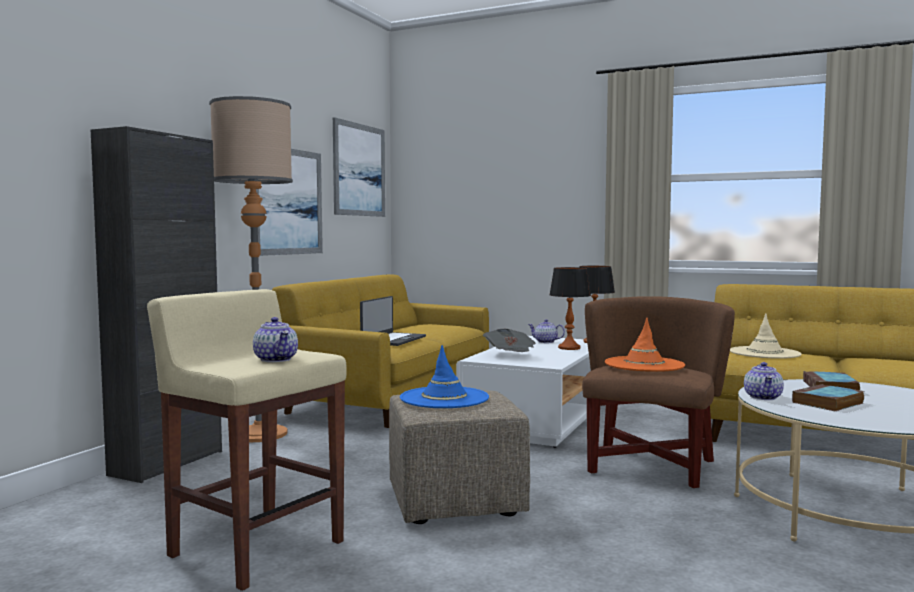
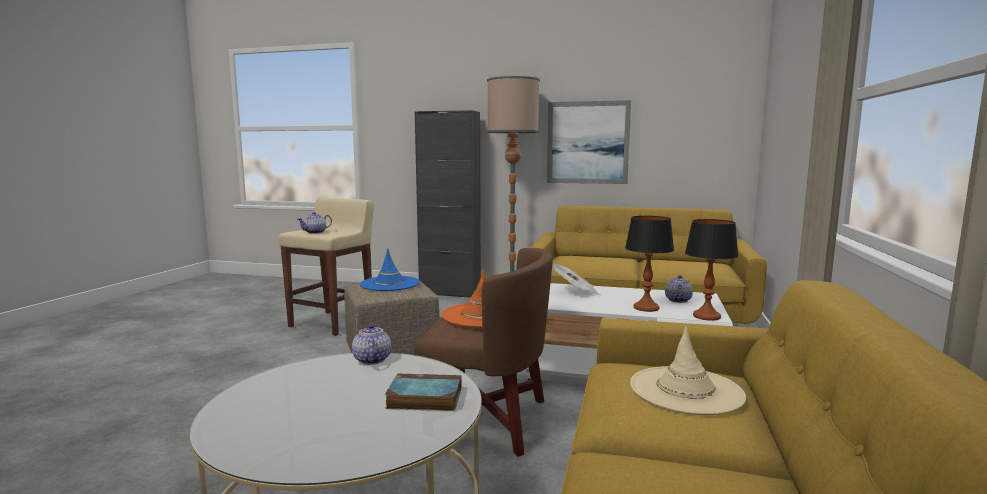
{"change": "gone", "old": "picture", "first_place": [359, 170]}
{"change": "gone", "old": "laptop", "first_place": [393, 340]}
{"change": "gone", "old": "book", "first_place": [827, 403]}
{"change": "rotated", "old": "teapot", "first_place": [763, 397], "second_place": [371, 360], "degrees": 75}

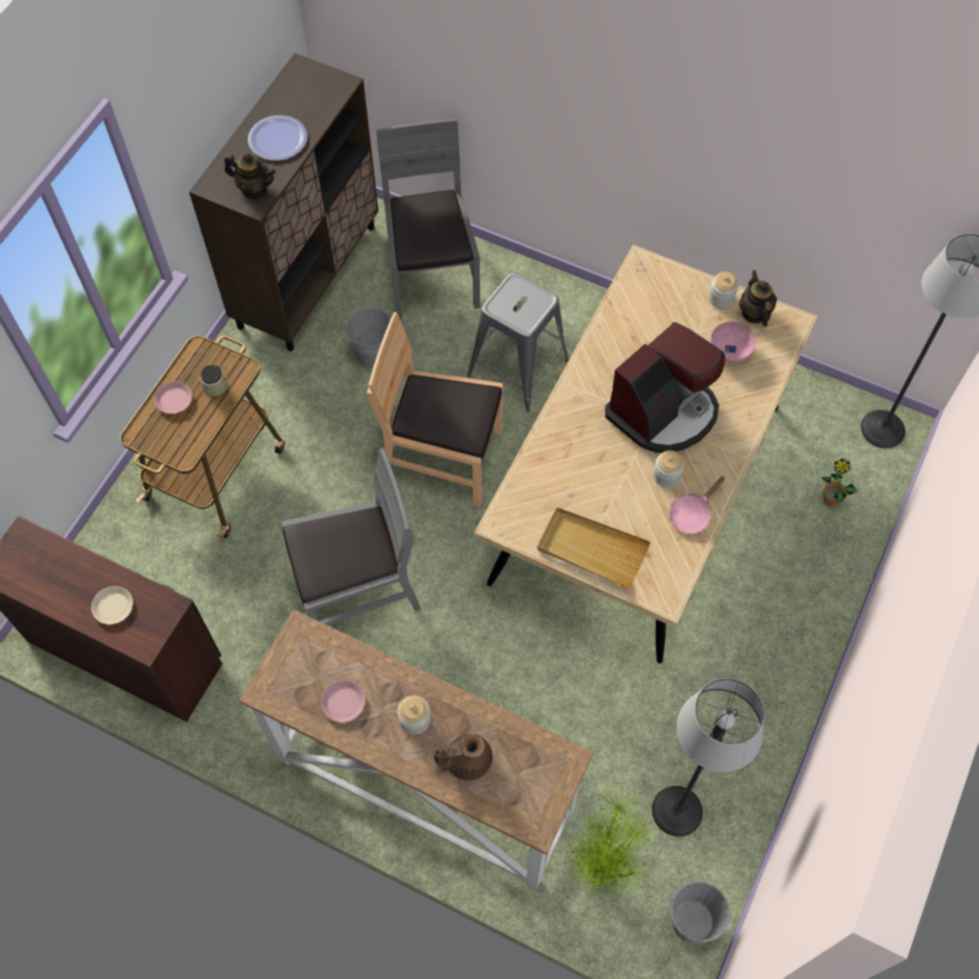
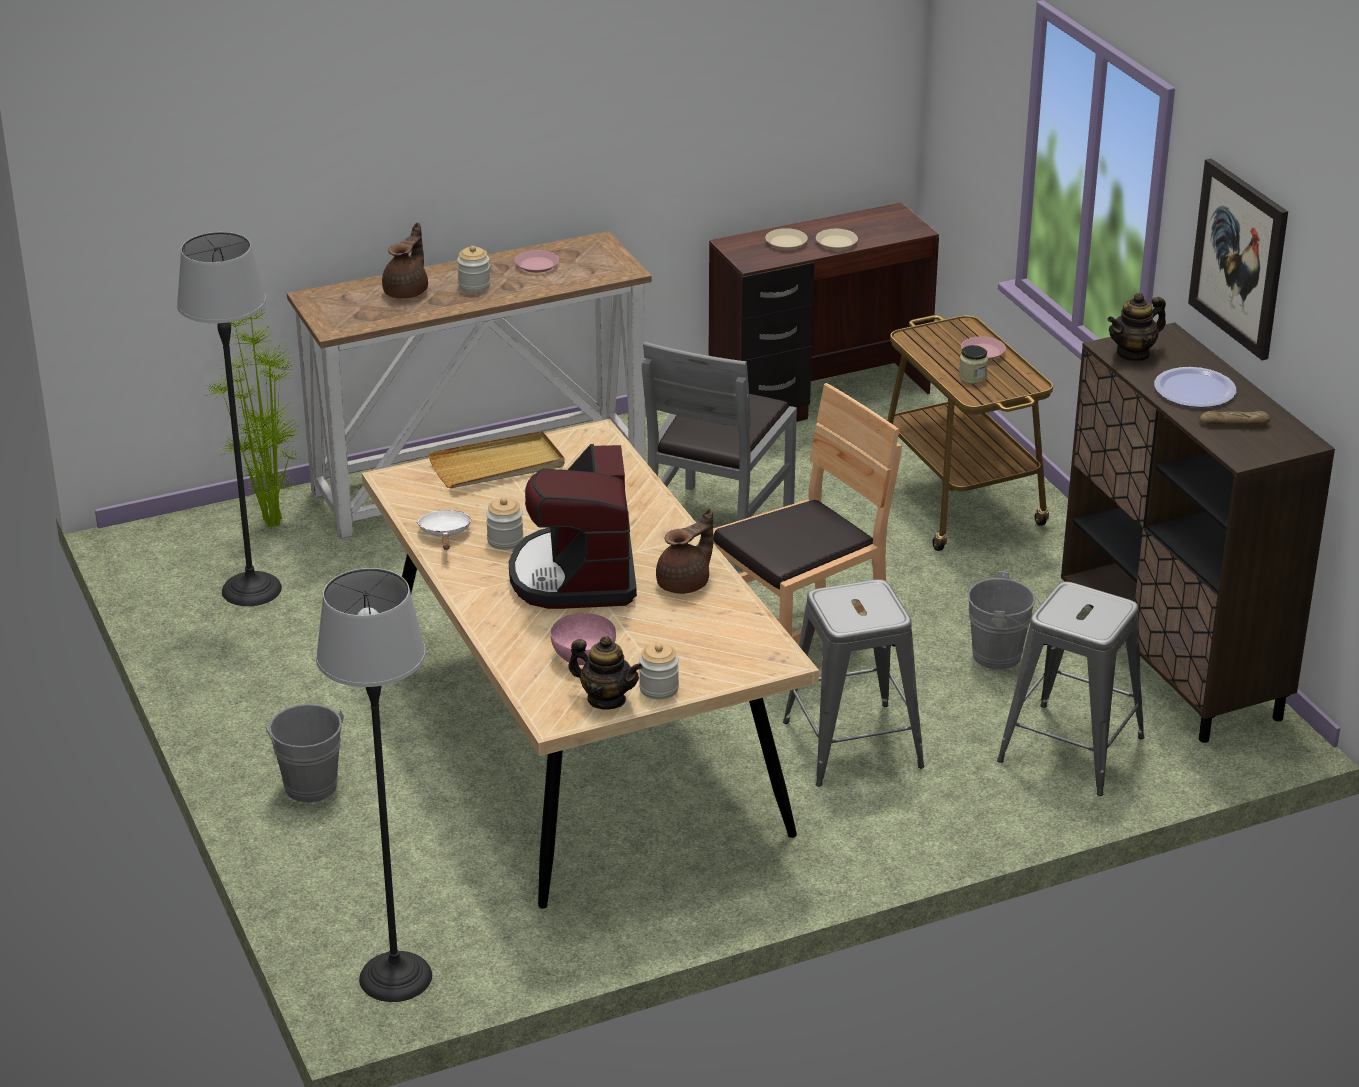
{"change": "gone", "old": "potted_plant", "first_place": [830, 500]}
{"change": "new", "new": "brown_teapot", "second_place": [685, 583]}
{"change": "new", "new": "beige_plate", "second_place": [836, 243]}
{"change": "new", "new": "picture", "second_place": [1239, 258]}
{"change": "new", "new": "bread", "second_place": [1234, 424]}
{"change": "shifted", "old": "grey_bucket", "first_place": [689, 926], "second_place": [309, 783]}
{"change": "swapped", "old": "grey_chair", "new": "grey_stool", "first_place": [431, 275], "second_place": [1070, 749]}
{"change": "repainted", "old": "pink_frying_pan", "new": "white_frying_pan", "first_place": [692, 513], "second_place": [445, 533]}

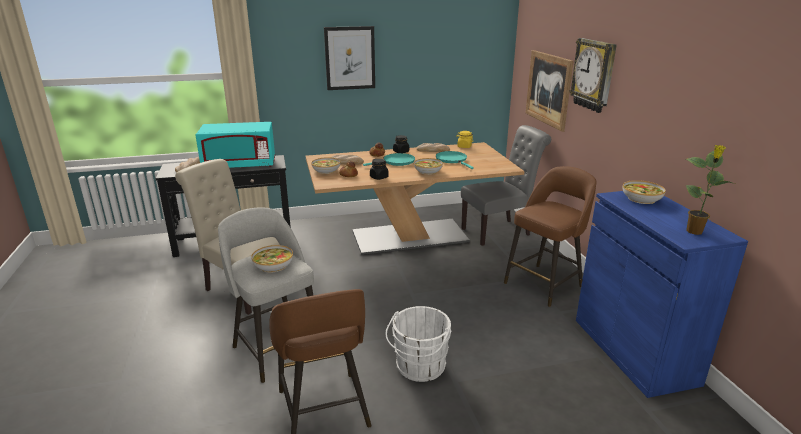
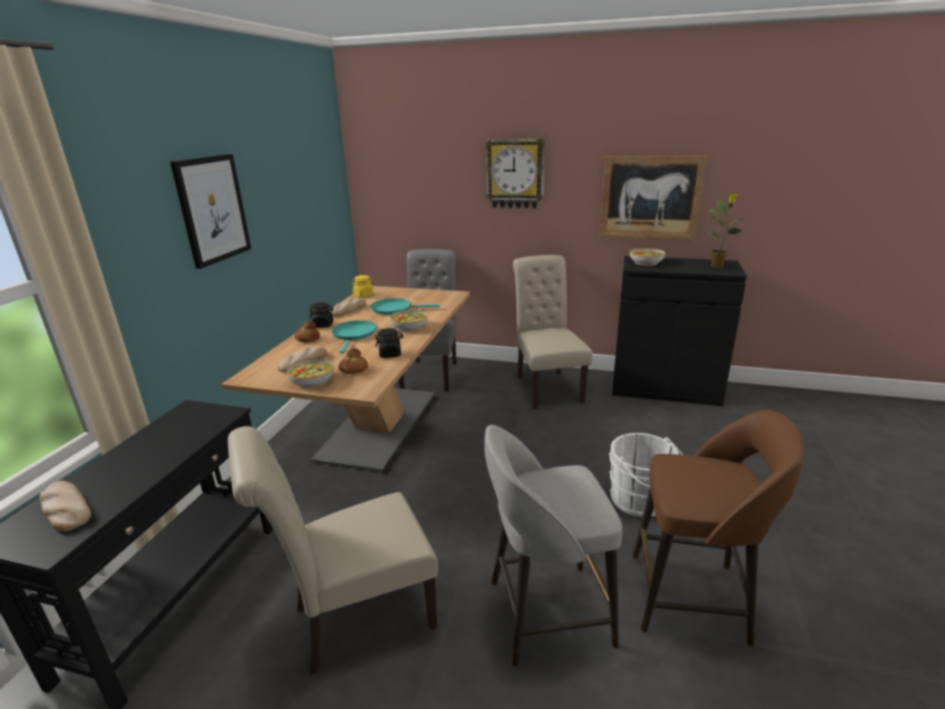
{"change": "gone", "old": "turquoise_microwave", "first_place": [240, 165]}
{"change": "gone", "old": "bowl", "first_place": [273, 265]}
{"change": "shifted", "old": "picture", "first_place": [548, 89], "second_place": [650, 198]}
{"change": "swapped", "old": "brown_stool", "new": "beige_chair", "first_place": [544, 284], "second_place": [546, 387]}
{"change": "repainted", "old": "blue_cabinet", "new": "black_cabinet", "first_place": [634, 350], "second_place": [665, 388]}

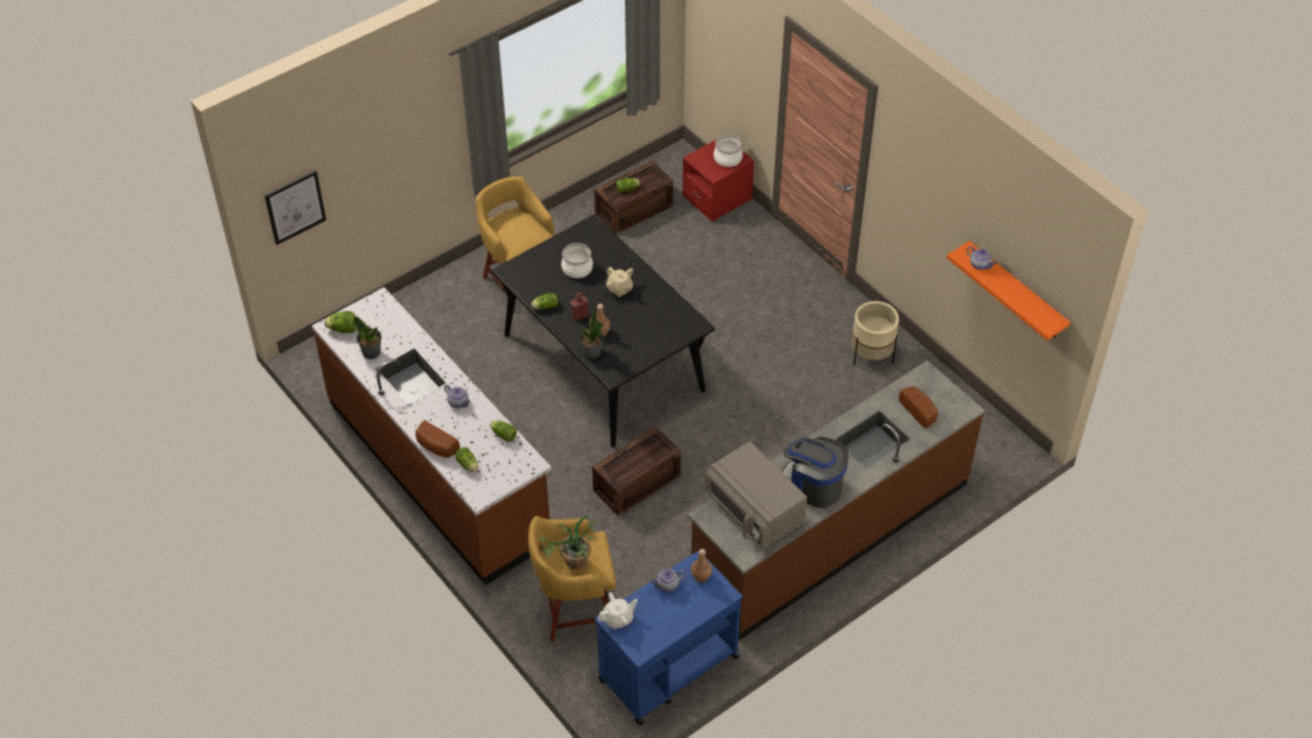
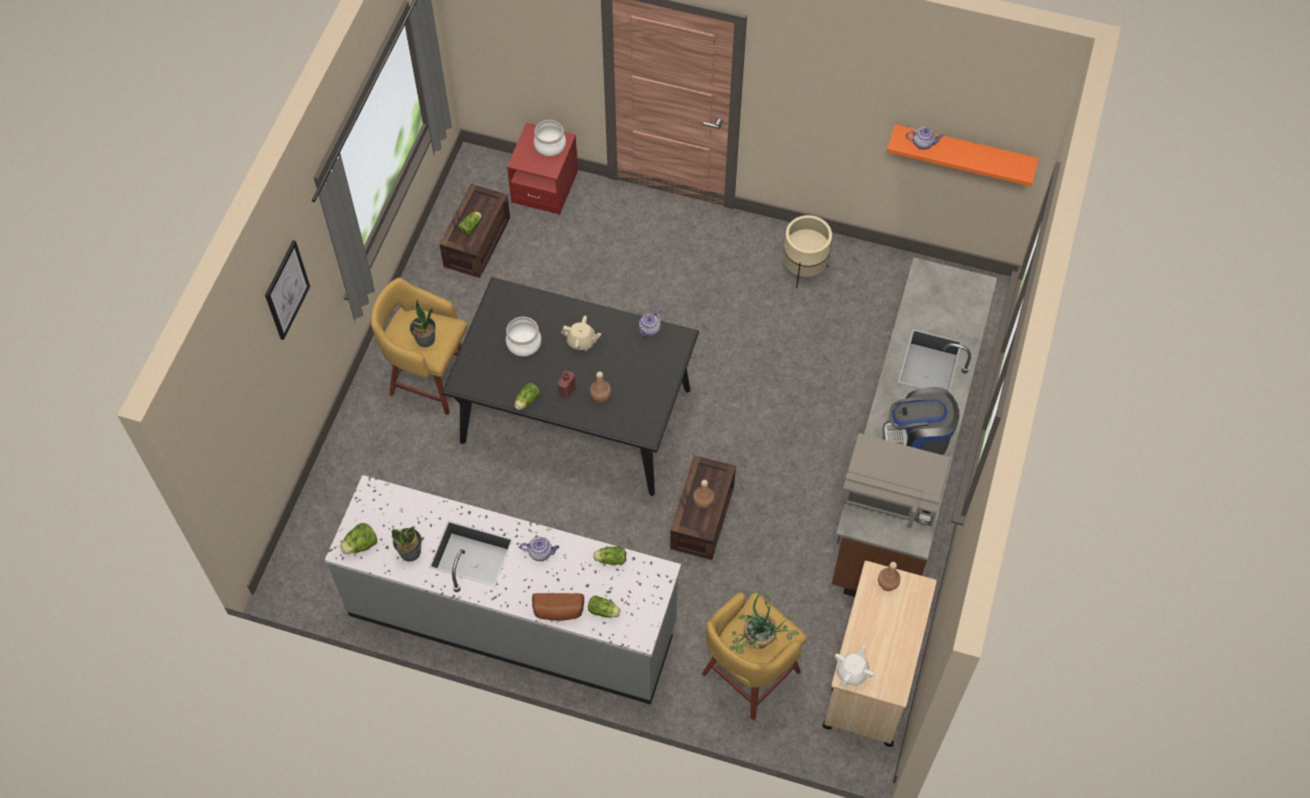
{"change": "gone", "old": "bread", "first_place": [919, 411]}
{"change": "new", "new": "brown_bottle", "second_place": [703, 502]}
{"change": "shifted", "old": "picture", "first_place": [295, 207], "second_place": [286, 290]}
{"change": "shifted", "old": "potted_plant", "first_place": [591, 352], "second_place": [425, 339]}
{"change": "shifted", "old": "teapot", "first_place": [667, 585], "second_place": [649, 330]}
{"change": "repainted", "old": "brown_counter", "new": "grey_counter", "first_place": [439, 470], "second_place": [513, 618]}
{"change": "repainted", "old": "blue_cart", "new": "beige_cart", "first_place": [667, 668], "second_place": [871, 677]}

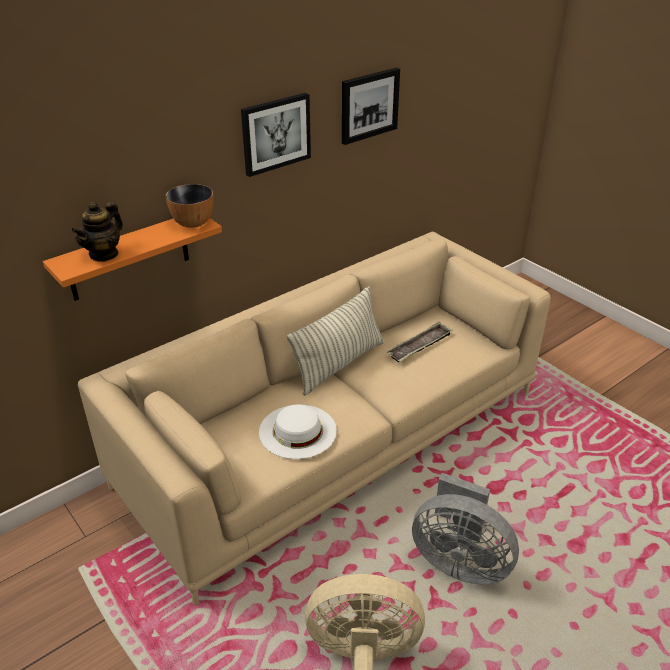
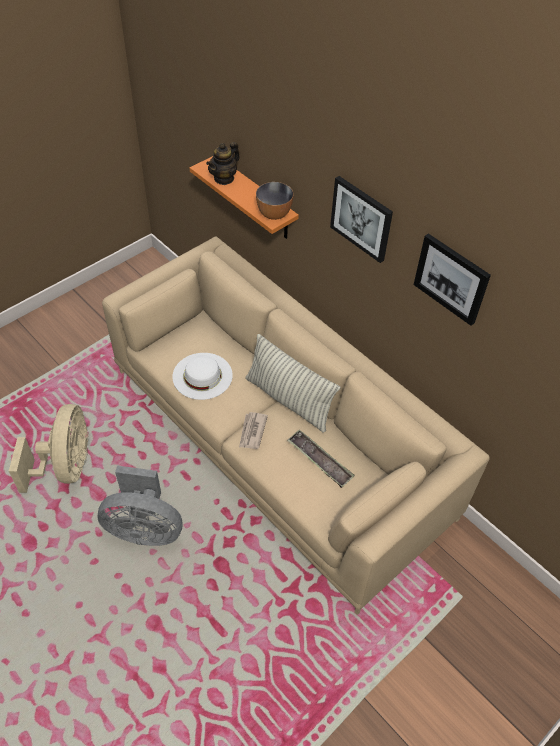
{"change": "new", "new": "newspaper", "second_place": [252, 432]}
{"change": "rotated", "old": "teapot", "first_place": [104, 254], "second_place": [224, 178], "degrees": -75}
{"change": "rotated", "old": "grey_fan", "first_place": [459, 561], "second_place": [144, 529], "degrees": -105}

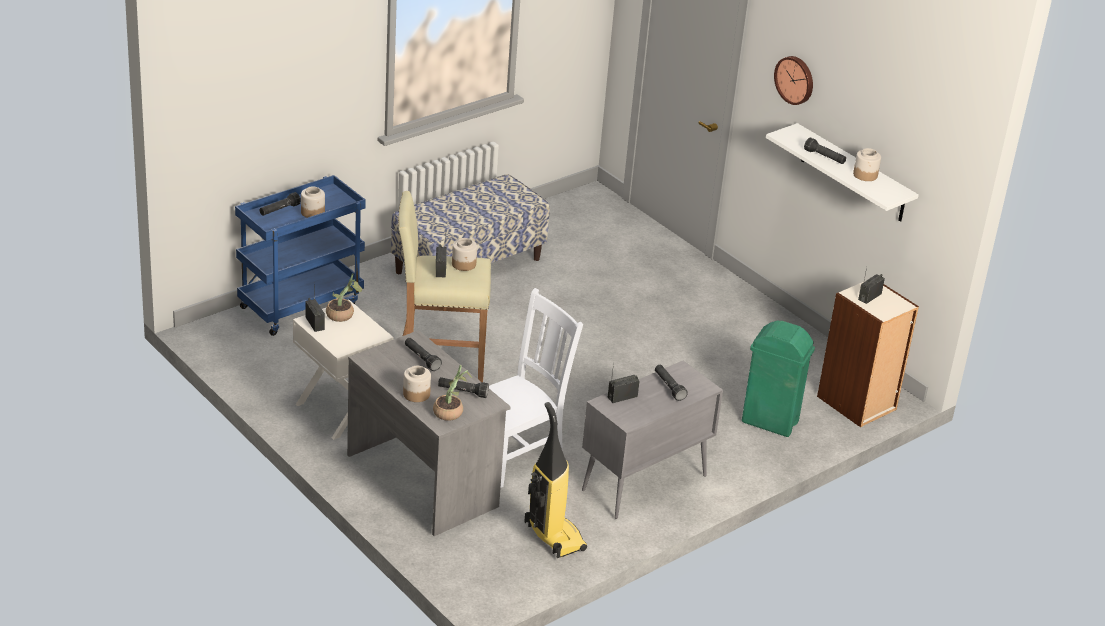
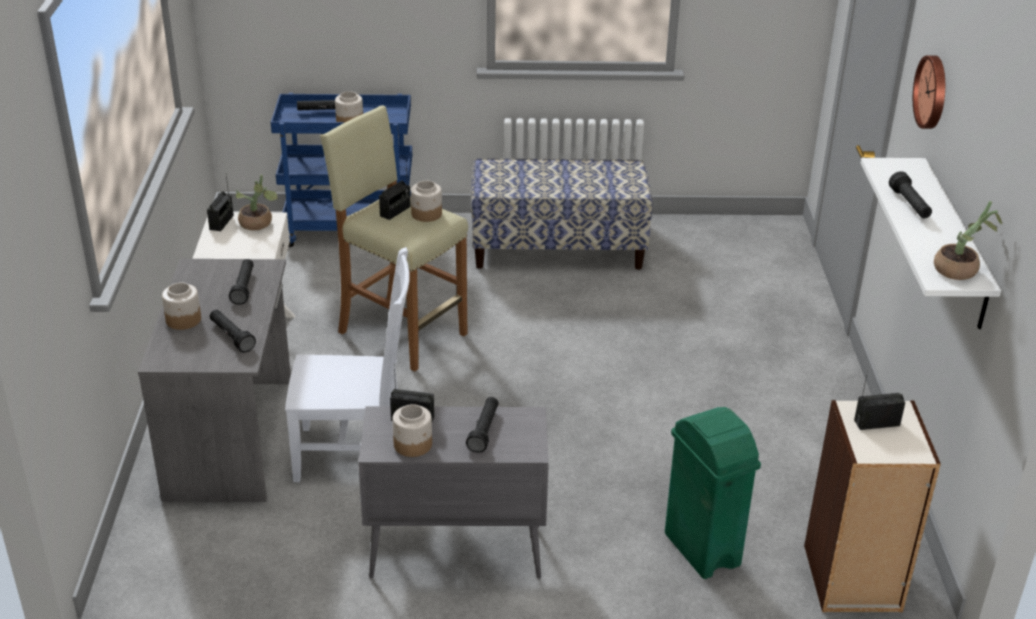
{"change": "gone", "old": "vacuum_cleaner", "first_place": [553, 536]}
{"change": "shifted", "old": "potted_plant", "first_place": [451, 412], "second_place": [961, 270]}
{"change": "shifted", "old": "jar", "first_place": [865, 175], "second_place": [413, 444]}

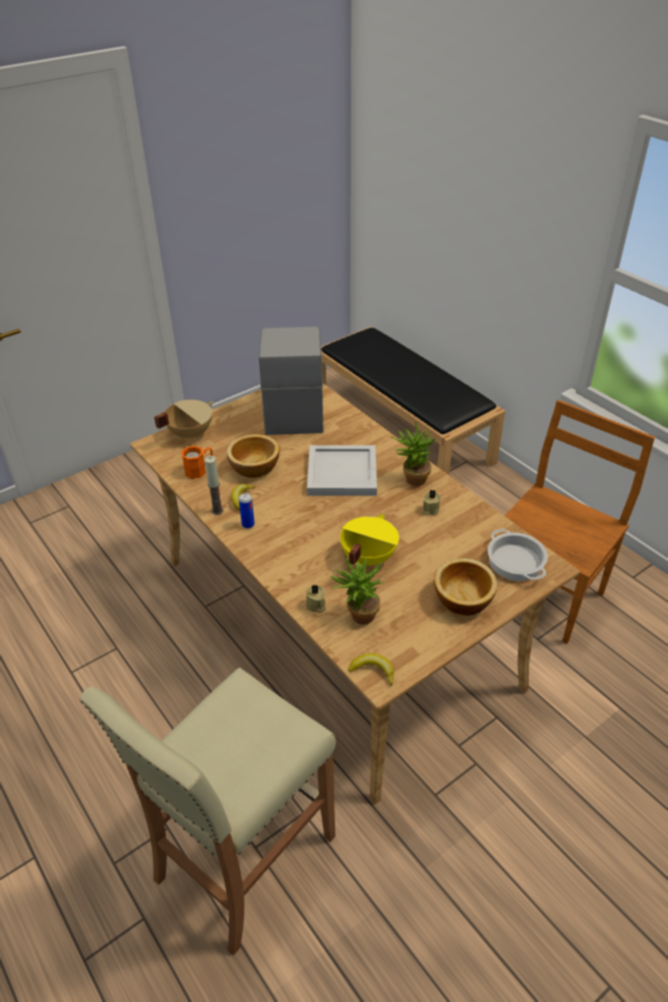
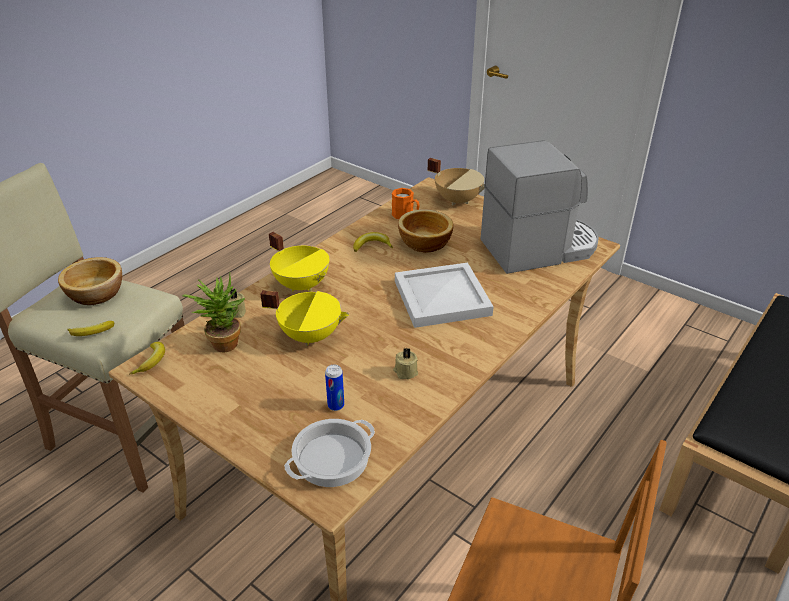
{"change": "gone", "old": "candle", "first_place": [217, 511]}
{"change": "gone", "old": "potted_plant", "first_place": [411, 479]}
{"change": "new", "new": "banana", "second_place": [92, 333]}
{"change": "new", "new": "yellow_cooking_pot", "second_place": [302, 284]}
{"change": "shifted", "old": "can", "first_place": [248, 524], "second_place": [336, 405]}
{"change": "shifted", "old": "bowl", "first_place": [462, 598], "second_place": [97, 293]}

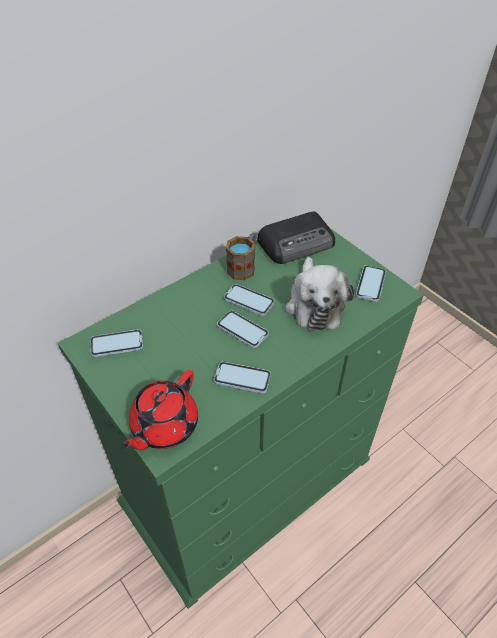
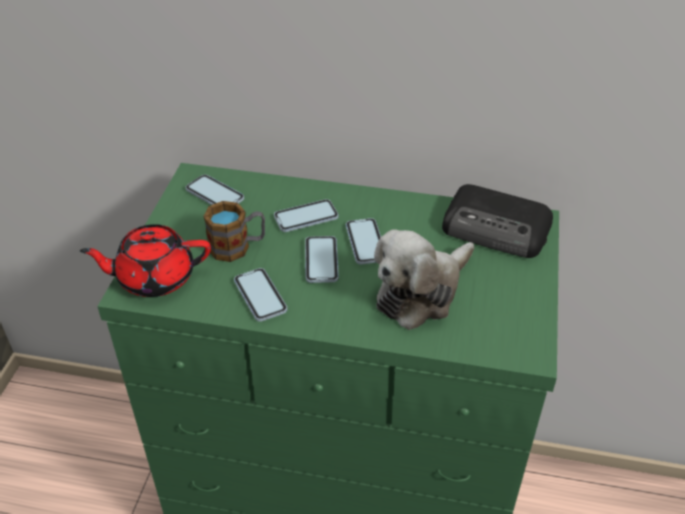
{"change": "shifted", "old": "mug", "first_place": [244, 266], "second_place": [238, 247]}
{"change": "shifted", "old": "phone", "first_place": [370, 284], "second_place": [306, 217]}

